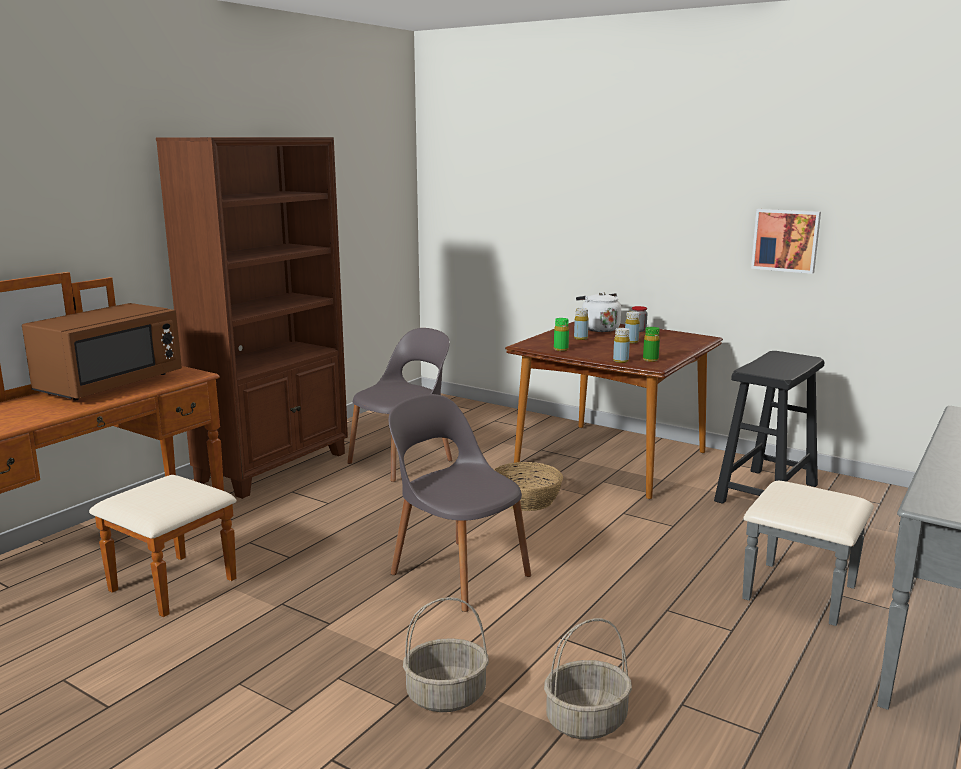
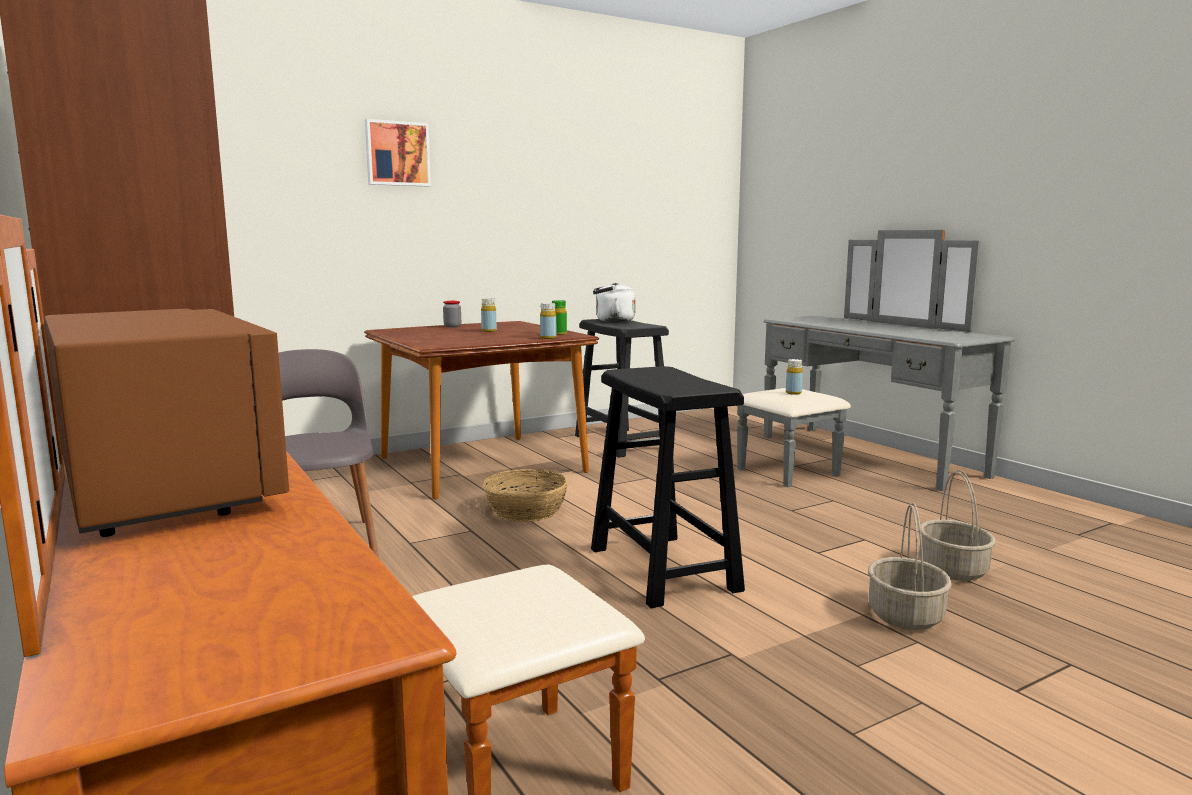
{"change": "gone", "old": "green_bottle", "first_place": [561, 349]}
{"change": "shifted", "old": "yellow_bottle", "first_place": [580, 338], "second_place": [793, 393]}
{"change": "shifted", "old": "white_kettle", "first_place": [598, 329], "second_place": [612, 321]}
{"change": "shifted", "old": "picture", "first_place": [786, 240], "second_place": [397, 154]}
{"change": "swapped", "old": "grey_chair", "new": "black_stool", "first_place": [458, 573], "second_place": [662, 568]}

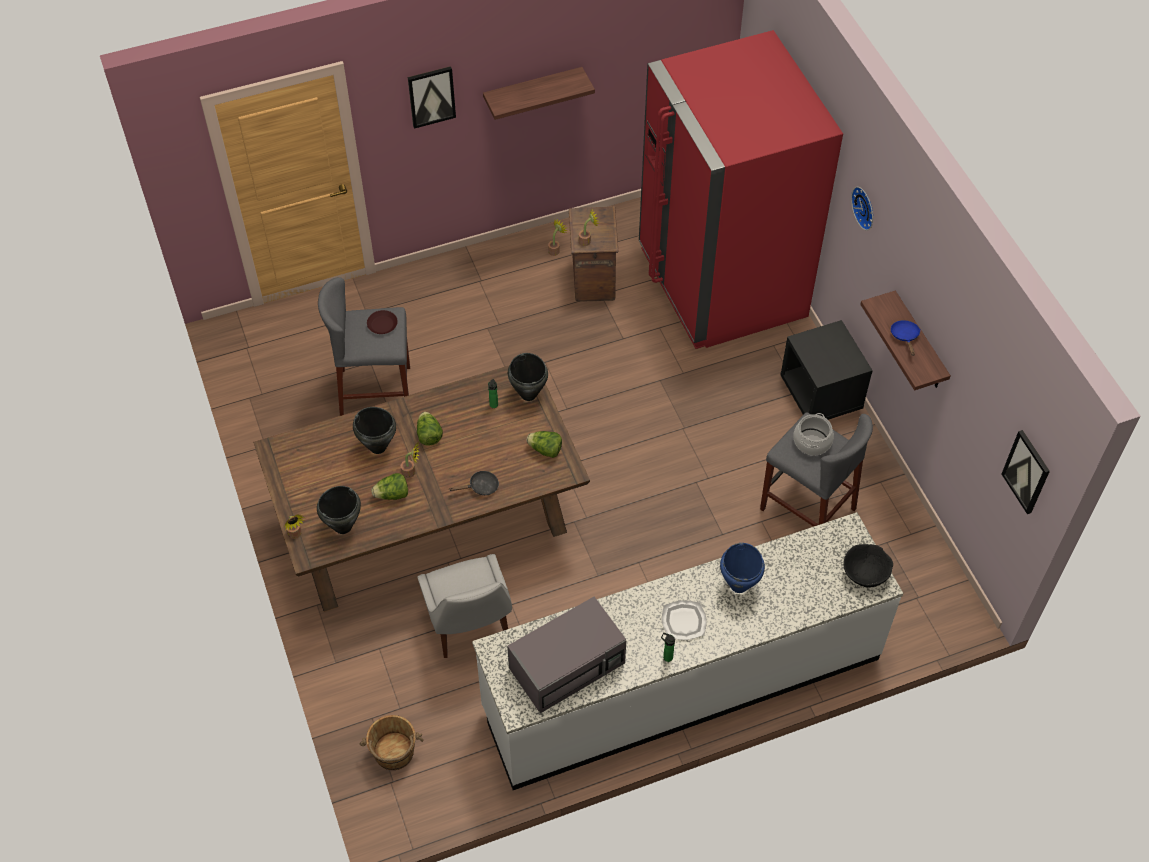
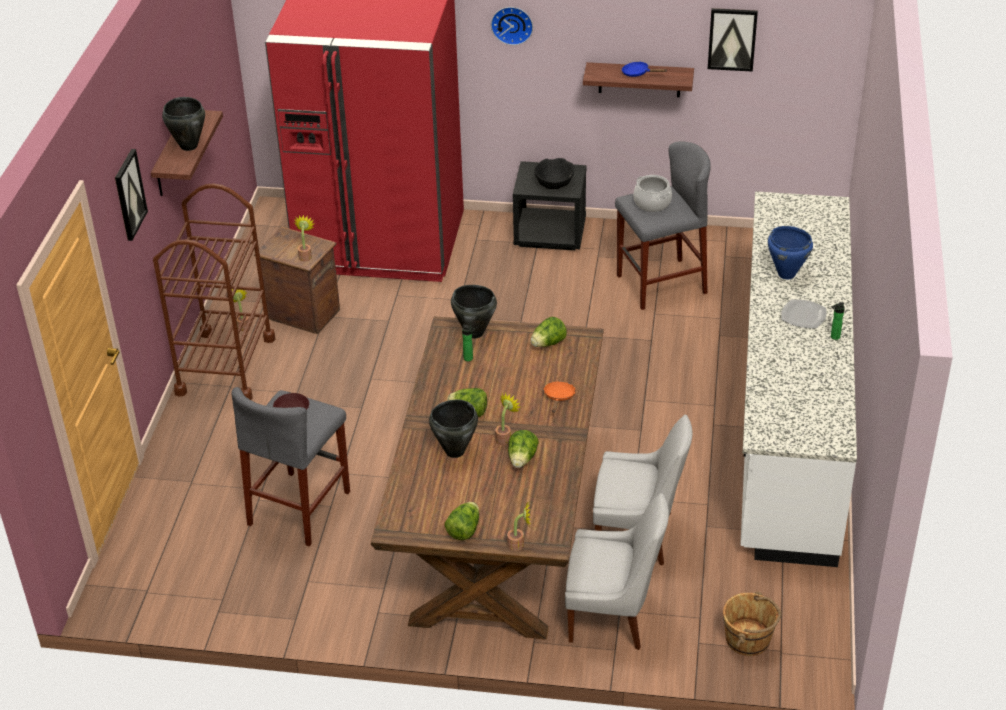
{"change": "gone", "old": "grey_microwave", "first_place": [568, 664]}
{"change": "new", "new": "brown_cart", "second_place": [225, 365]}
{"change": "new", "new": "lettuce", "second_place": [464, 530]}
{"change": "new", "new": "white_chair", "second_place": [613, 616]}
{"change": "shifted", "old": "black_cooking_pot", "first_place": [342, 527], "second_place": [188, 146]}
{"change": "shifted", "old": "black_bowl", "first_place": [865, 574], "second_place": [554, 183]}
{"change": "shifted", "old": "picture", "first_place": [1027, 471], "second_place": [732, 39]}
{"change": "repainted", "old": "black_frying_pan", "new": "orange_frying_pan", "first_place": [480, 487], "second_place": [559, 397]}

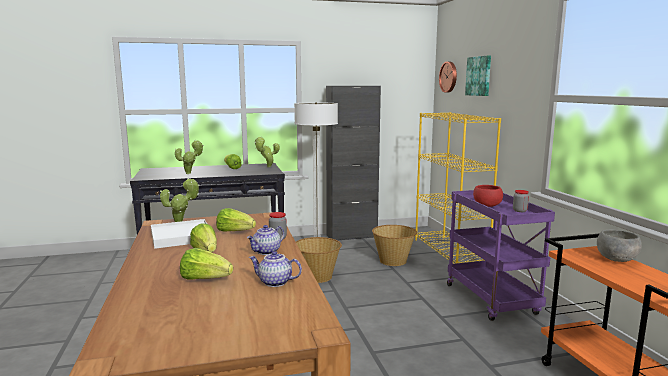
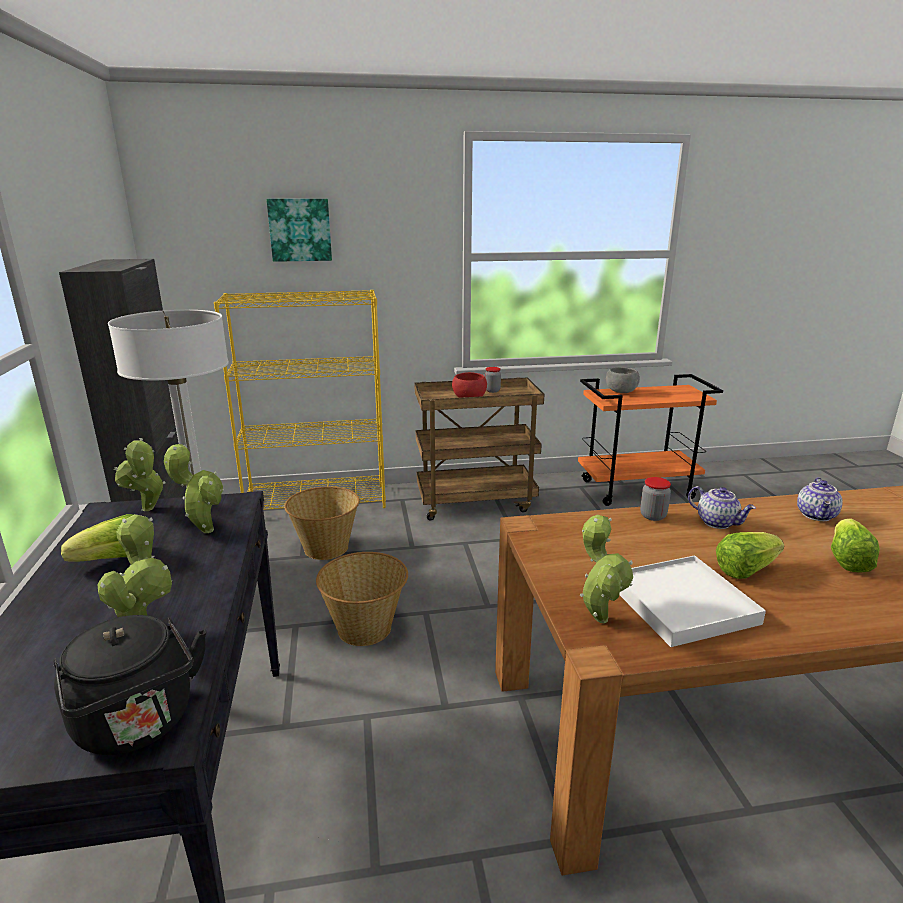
{"change": "gone", "old": "lettuce", "first_place": [234, 231]}
{"change": "gone", "old": "wall_clock", "first_place": [449, 77]}
{"change": "new", "new": "black_kettle", "second_place": [139, 725]}
{"change": "new", "new": "potted_plant", "second_place": [204, 529]}
{"change": "repainted", "old": "purple_cart", "new": "brown_cart", "first_place": [492, 300], "second_place": [476, 502]}

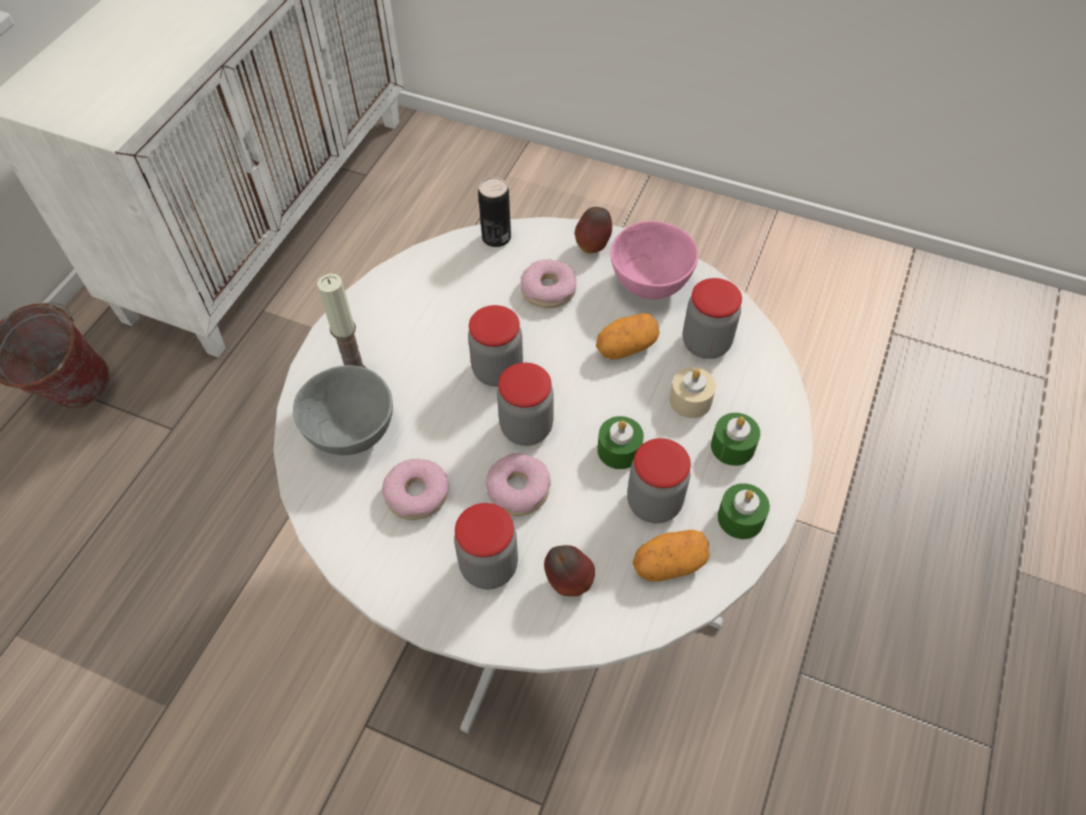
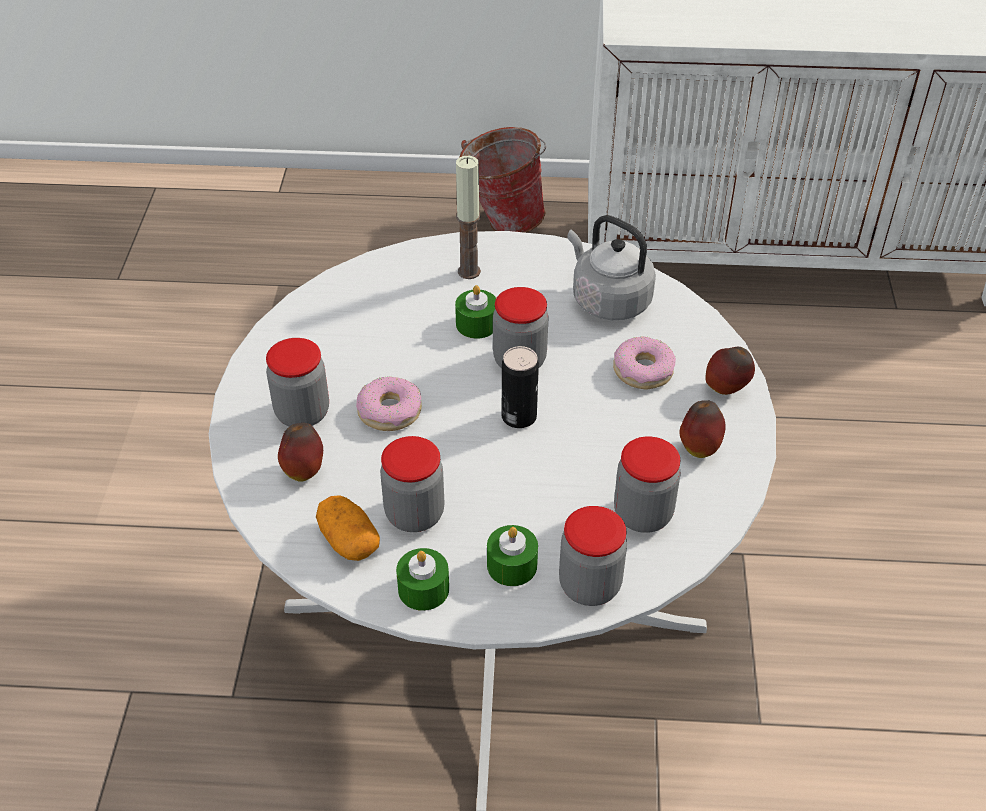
{"change": "gone", "old": "grey_bowl", "first_place": [352, 434]}
{"change": "gone", "old": "donut", "first_place": [417, 494]}
{"change": "gone", "old": "potato", "first_place": [626, 347]}
{"change": "gone", "old": "beige_candle", "first_place": [690, 400]}
{"change": "new", "new": "grey_kettle", "second_place": [608, 300]}
{"change": "shifted", "old": "can", "first_place": [496, 237], "second_place": [519, 417]}
{"change": "shifted", "old": "jar", "first_place": [526, 427], "second_place": [589, 585]}
{"change": "shifted", "old": "green_candle", "first_place": [619, 450], "second_place": [476, 324]}
{"change": "swapped", "old": "pink_bowl", "new": "apple", "first_place": [649, 285], "second_place": [699, 448]}

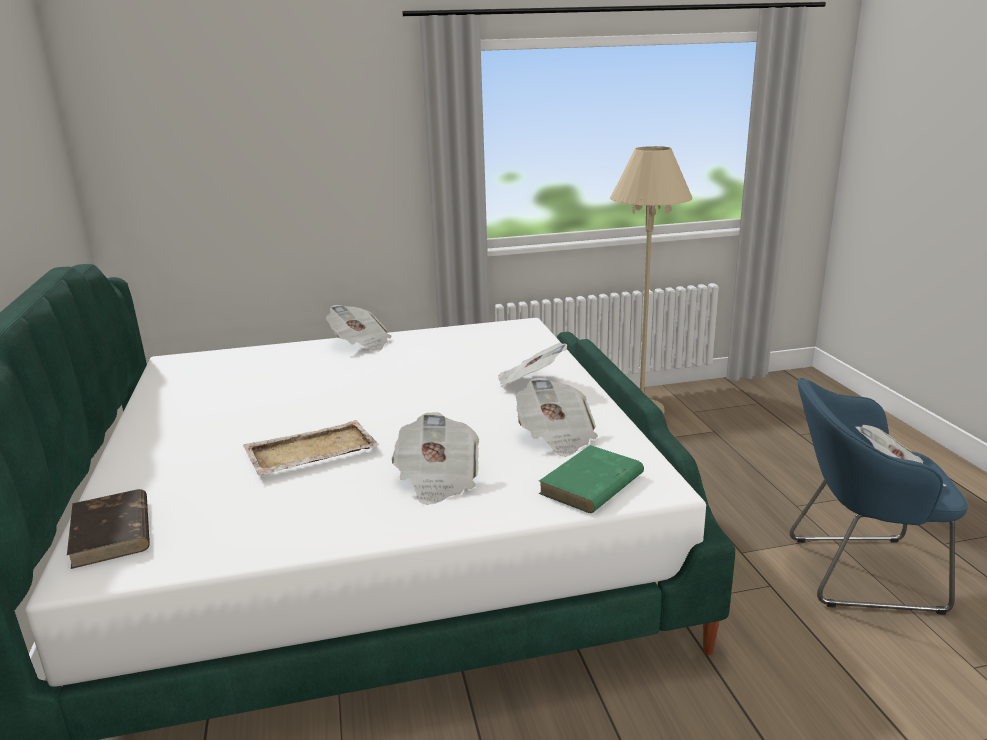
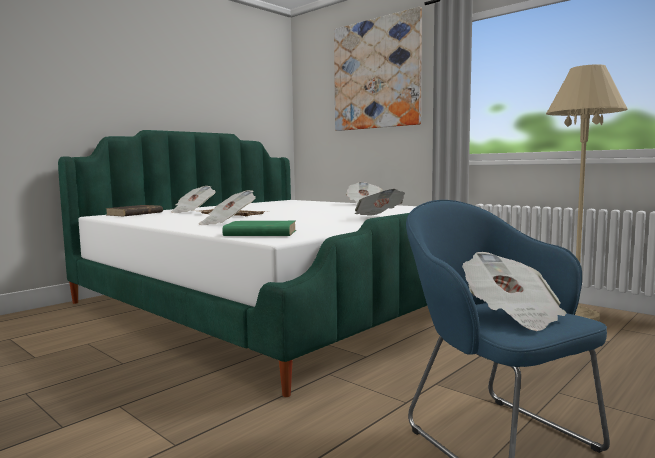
{"change": "new", "new": "picture", "second_place": [376, 74]}
{"change": "shifted", "old": "newspaper", "first_place": [556, 437], "second_place": [193, 211]}

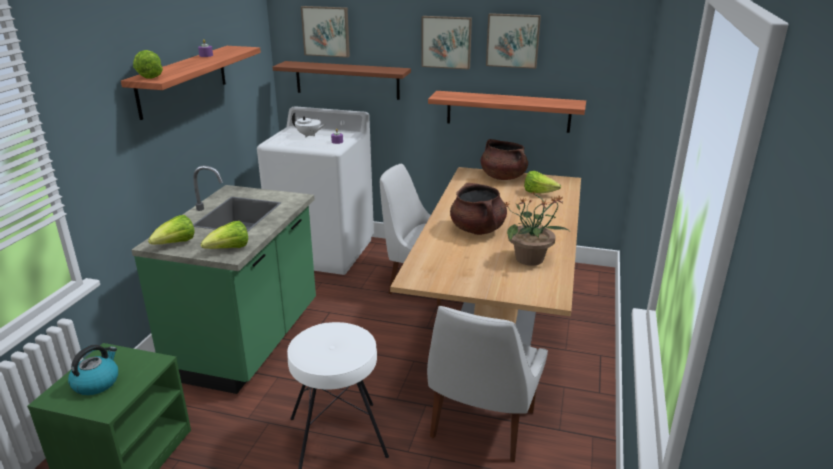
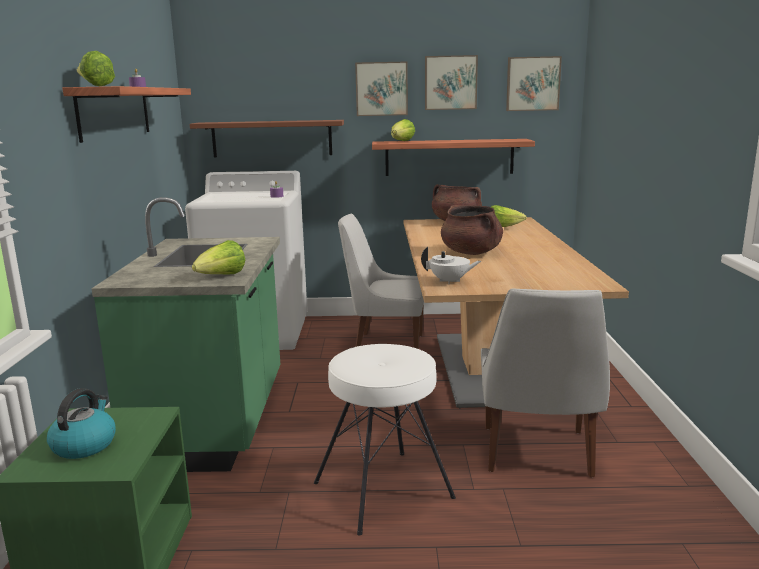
{"change": "gone", "old": "potted_plant", "first_place": [530, 259]}
{"change": "shifted", "old": "lettuce", "first_place": [175, 244], "second_place": [401, 141]}
{"change": "shifted", "old": "white_teapot", "first_place": [309, 135], "second_place": [450, 281]}
{"change": "shifted", "old": "picture", "first_place": [326, 31], "second_place": [532, 84]}

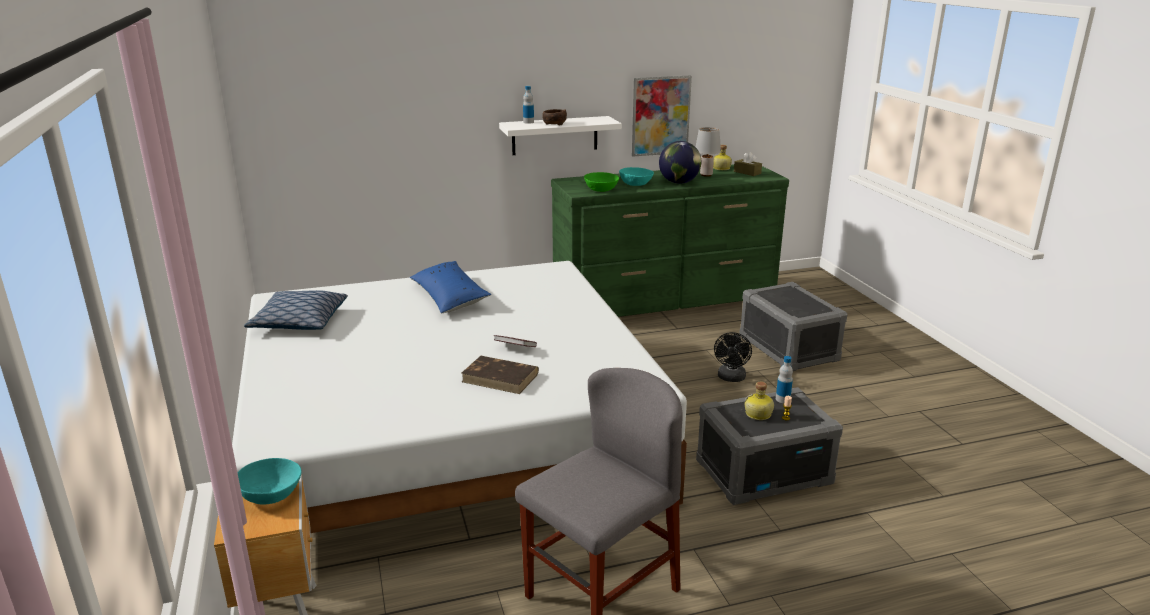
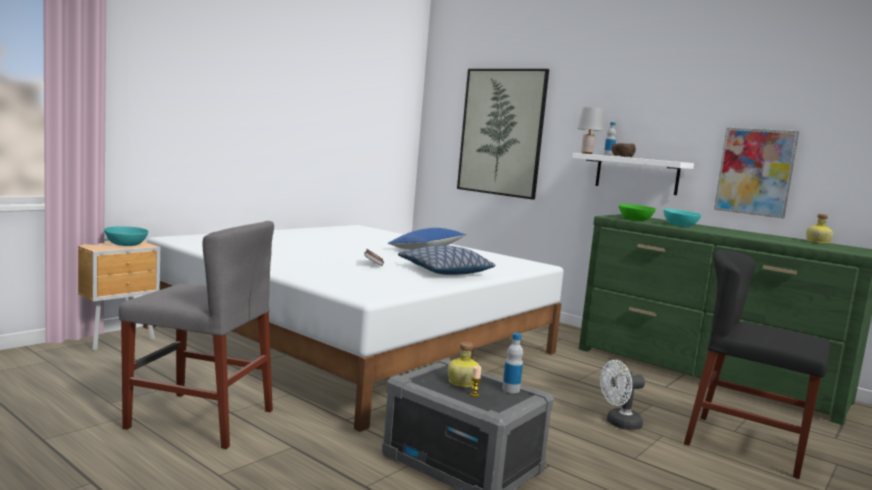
{"change": "gone", "old": "brown_book", "first_place": [501, 378]}
{"change": "gone", "old": "globe", "first_place": [679, 182]}
{"change": "gone", "old": "brown_tissue_box", "first_place": [747, 172]}
{"change": "new", "new": "picture", "second_place": [501, 132]}
{"change": "shifted", "old": "pillow", "first_place": [299, 322], "second_place": [444, 271]}
{"change": "shifted", "old": "grey_table_lamp", "first_place": [705, 175], "second_place": [586, 153]}
{"change": "swapped", "old": "grey_storage_box", "new": "black_chair", "first_place": [787, 348], "second_place": [746, 445]}
{"change": "repainted", "old": "black_fan", "new": "white_fan", "first_place": [731, 378], "second_place": [619, 424]}

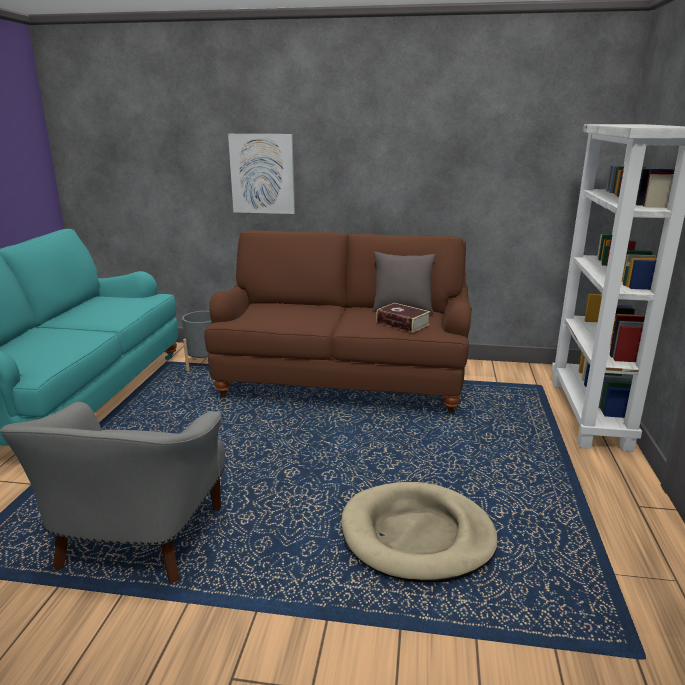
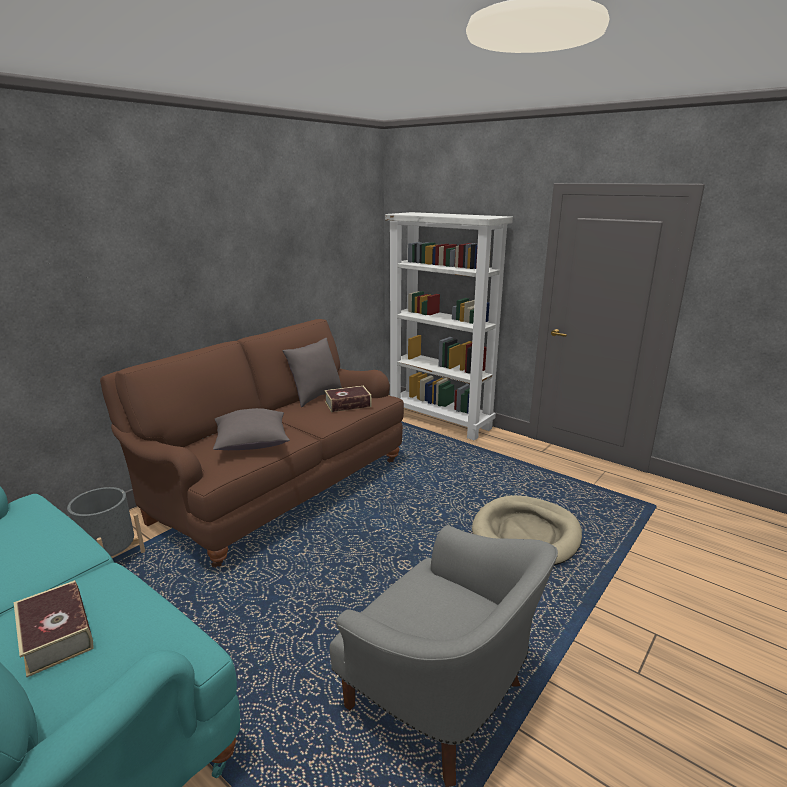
{"change": "gone", "old": "picture", "first_place": [262, 174]}
{"change": "new", "new": "book", "second_place": [56, 634]}
{"change": "new", "new": "grey_pillow", "second_place": [252, 443]}

